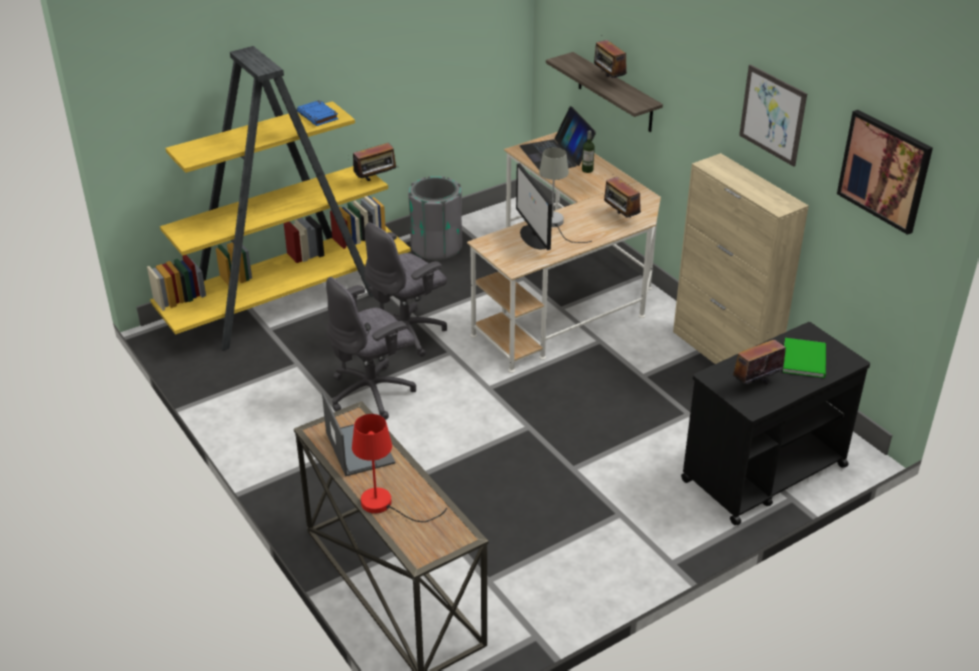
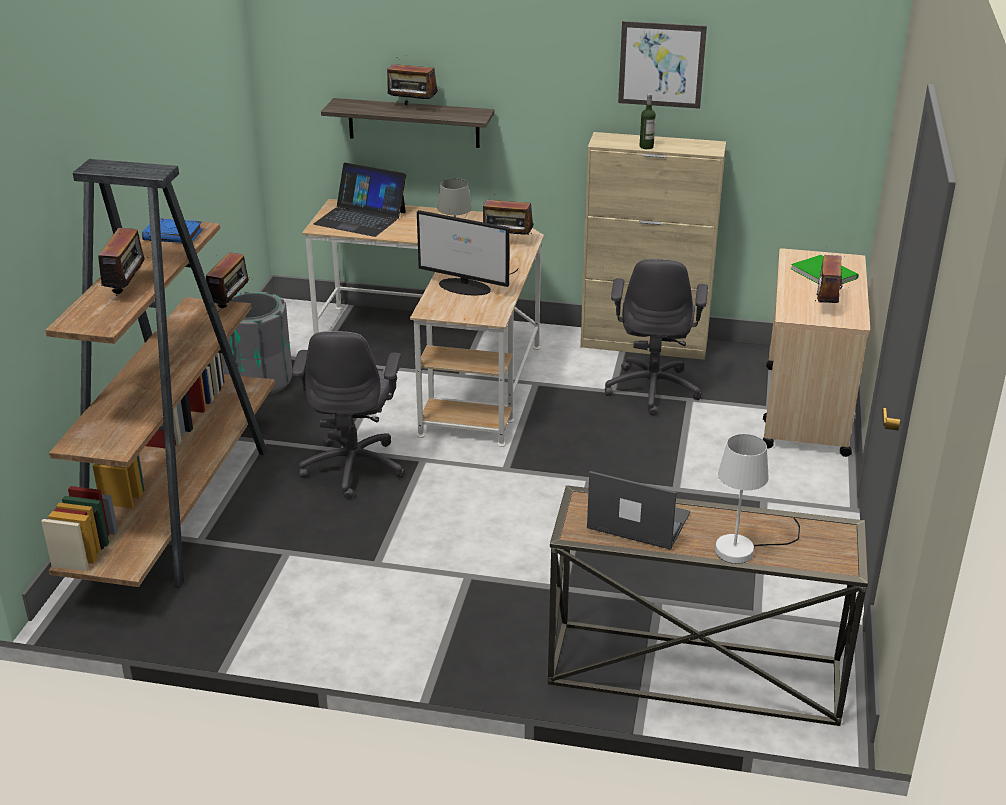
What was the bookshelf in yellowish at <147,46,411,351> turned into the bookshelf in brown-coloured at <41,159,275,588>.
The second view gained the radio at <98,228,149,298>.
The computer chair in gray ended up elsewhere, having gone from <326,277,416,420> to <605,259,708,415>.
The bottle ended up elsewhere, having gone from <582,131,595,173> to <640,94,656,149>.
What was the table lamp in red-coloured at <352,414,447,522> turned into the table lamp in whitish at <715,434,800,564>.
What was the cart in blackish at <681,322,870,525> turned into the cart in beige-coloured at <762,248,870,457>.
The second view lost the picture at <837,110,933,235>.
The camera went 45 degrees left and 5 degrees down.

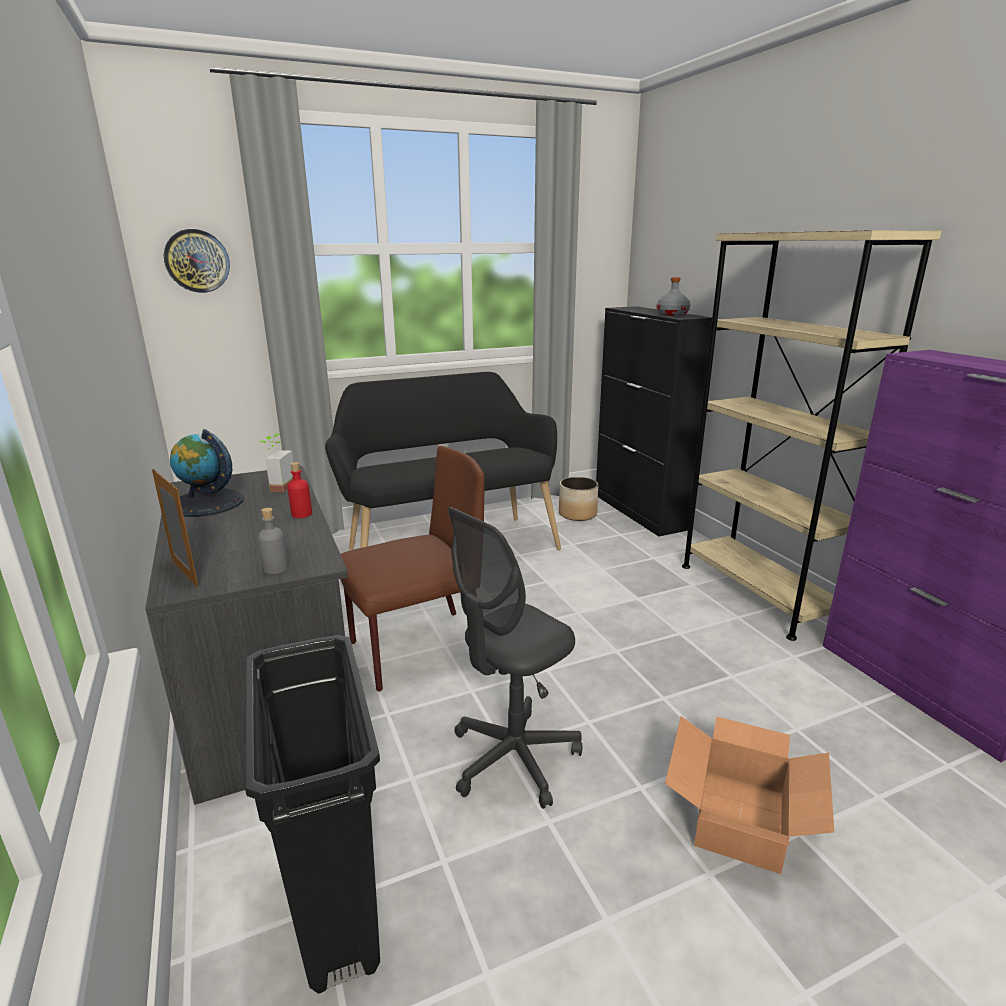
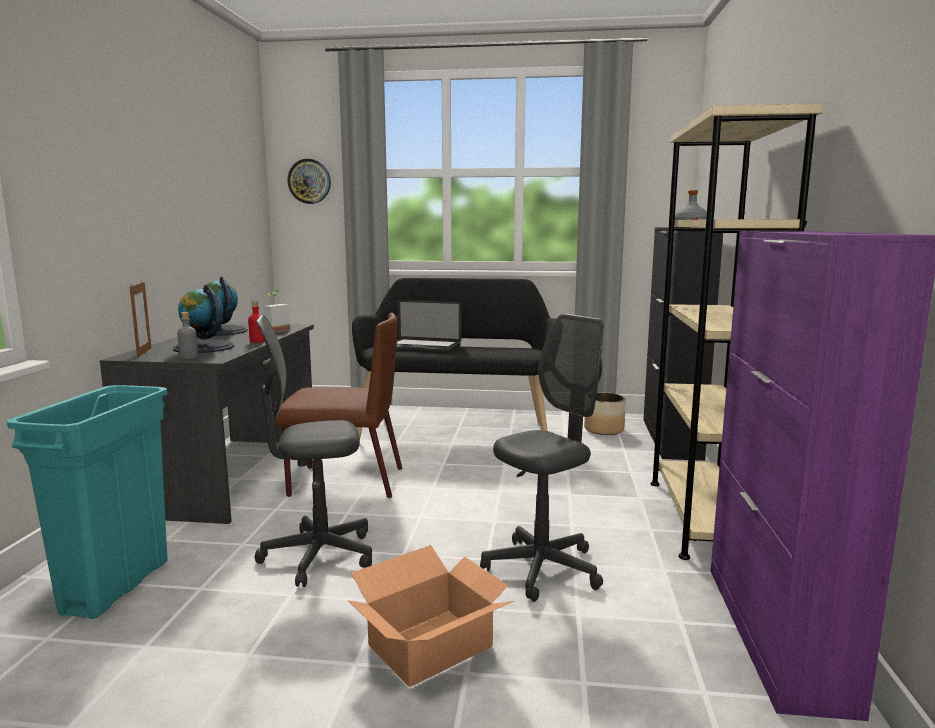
What was the rubbish bin in blackish at <245,635,380,994> turned into the rubbish bin in turquoise at <7,385,168,619>.
The second view gained the globe at <173,284,234,353>.
The second view gained the laptop at <396,300,461,353>.
The second view gained the computer chair in gray at <480,314,604,602>.
The camera went 30 degrees right and 10 degrees down.

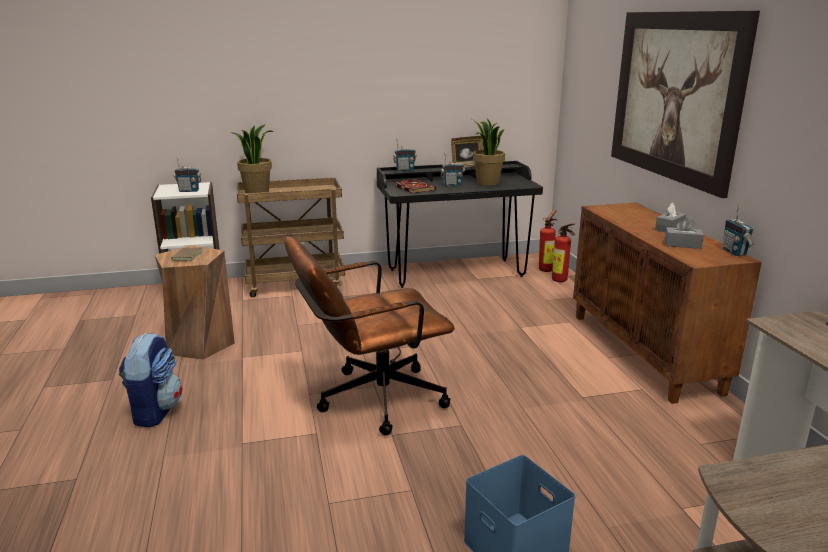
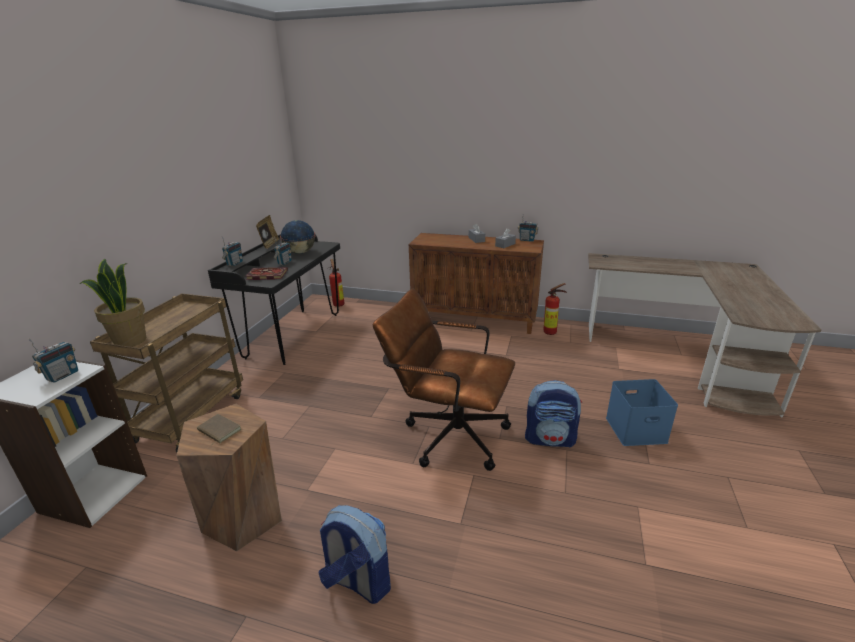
Where the houseplant stood at <472,118,505,186>, the globe came to stand at <280,220,315,254>.
The computer chair in brown-coloured at <284,236,455,435> ended up facing another way, 105 degrees clockwise from before.
The second view gained the backpack at <525,380,582,448>.
The extinguisher ended up elsewhere, having gone from <552,223,575,282> to <543,283,567,335>.
The second view lost the picture at <611,11,760,198>.
The camera went 60 degrees left and 5 degrees up.

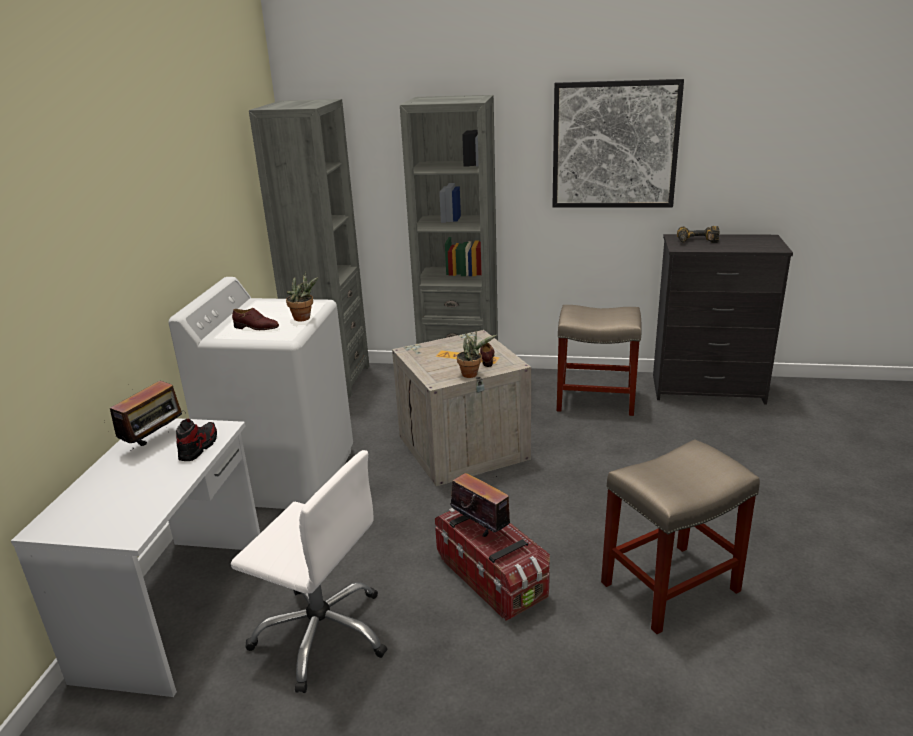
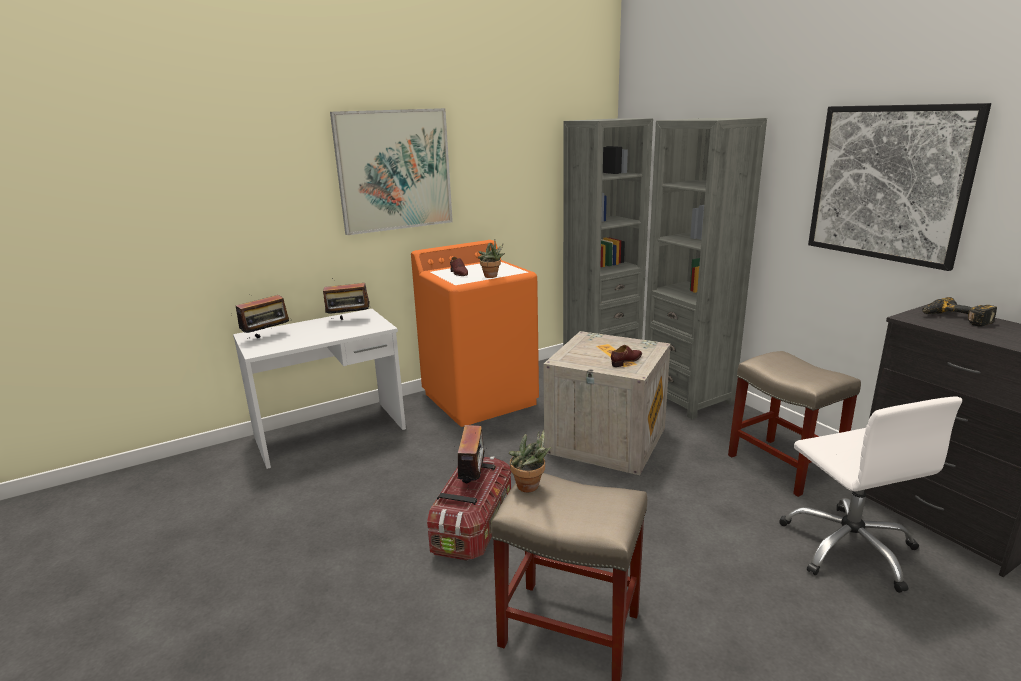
The second view gained the radio at <236,294,292,338>.
The second view gained the picture at <330,108,453,235>.
What was the washing machine in whitish at <169,277,353,509> turned into the washing machine in orange-coloured at <411,240,539,427>.
The houseplant ended up elsewhere, having gone from <457,330,497,378> to <509,430,551,492>.
The computer chair in whitish ended up elsewhere, having gone from <231,450,387,693> to <779,397,962,593>.
The second view lost the item of footwear at <176,419,217,461>.
The camera went 50 degrees right and 5 degrees down.

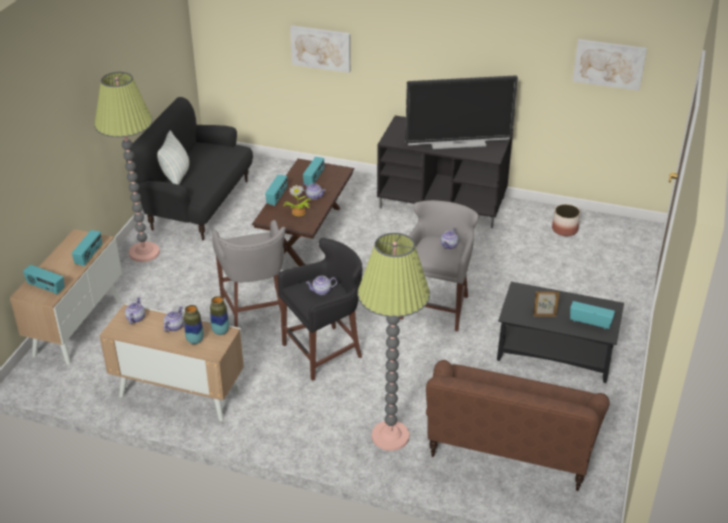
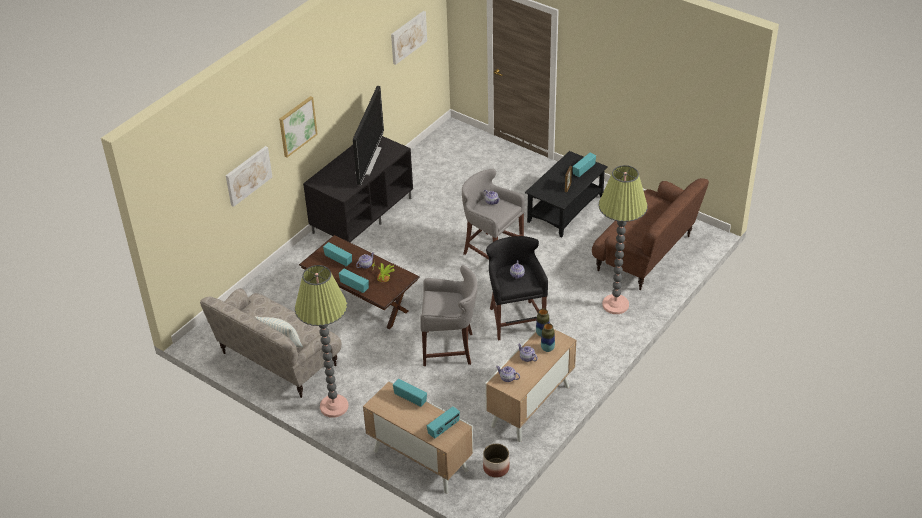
What was the sofa in blackish at <126,97,253,240> turned into the sofa in beige-coloured at <200,288,342,398>.
The second view gained the picture at <279,96,318,158>.
The planter ended up elsewhere, having gone from <552,204,581,236> to <483,443,509,477>.
The camera went 70 degrees left and 5 degrees up.

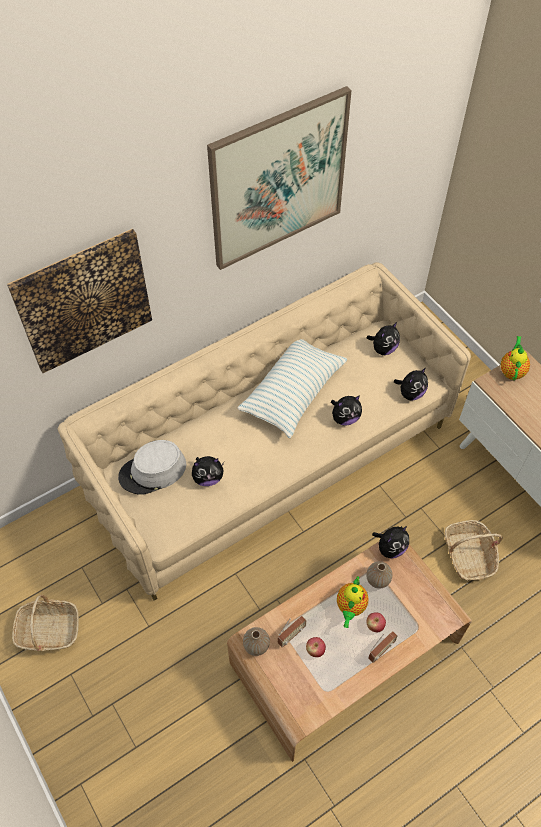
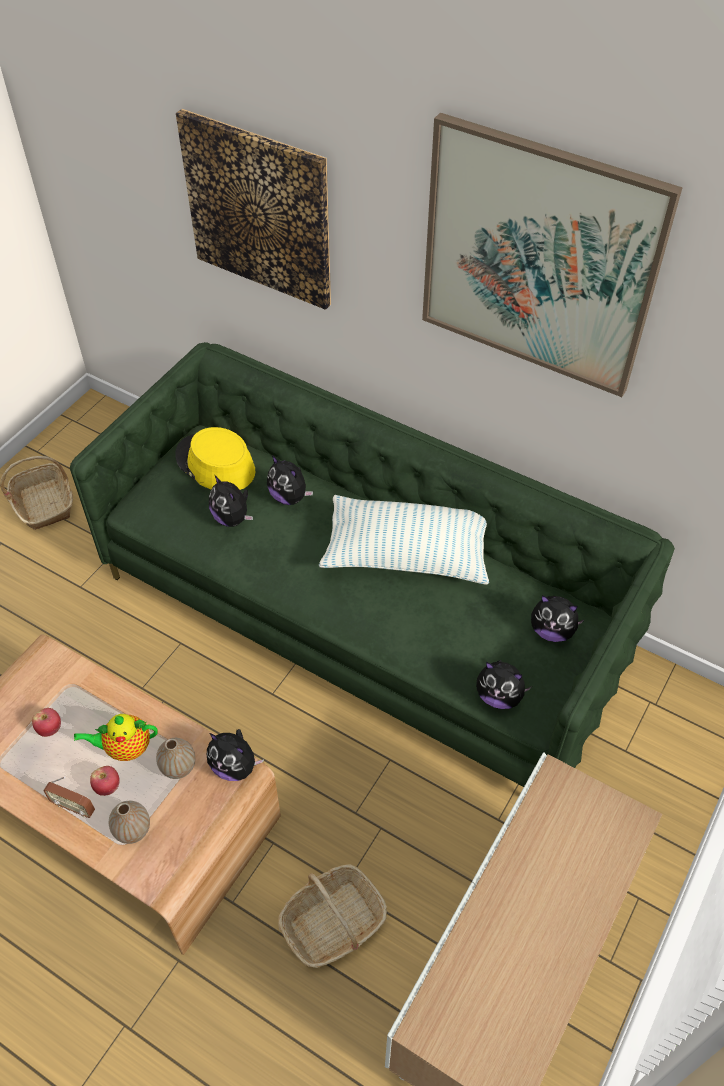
What was the sofa in beige-coloured at <57,262,471,600> turned into the sofa in greenish at <70,342,675,787>.
The decorative vase ended up elsewhere, having gone from <243,627,270,656> to <109,801,150,844>.
What was the wearable hat in gray at <118,440,186,495> turned into the wearable hat in yellowish at <175,427,255,490>.
The soft toy ended up elsewhere, having gone from <331,396,362,426> to <267,455,313,505>.
The second view lost the radio at <278,616,306,647>.
The second view lost the pot for tea at <501,336,530,381>.
The camera went 65 degrees right and 5 degrees down.

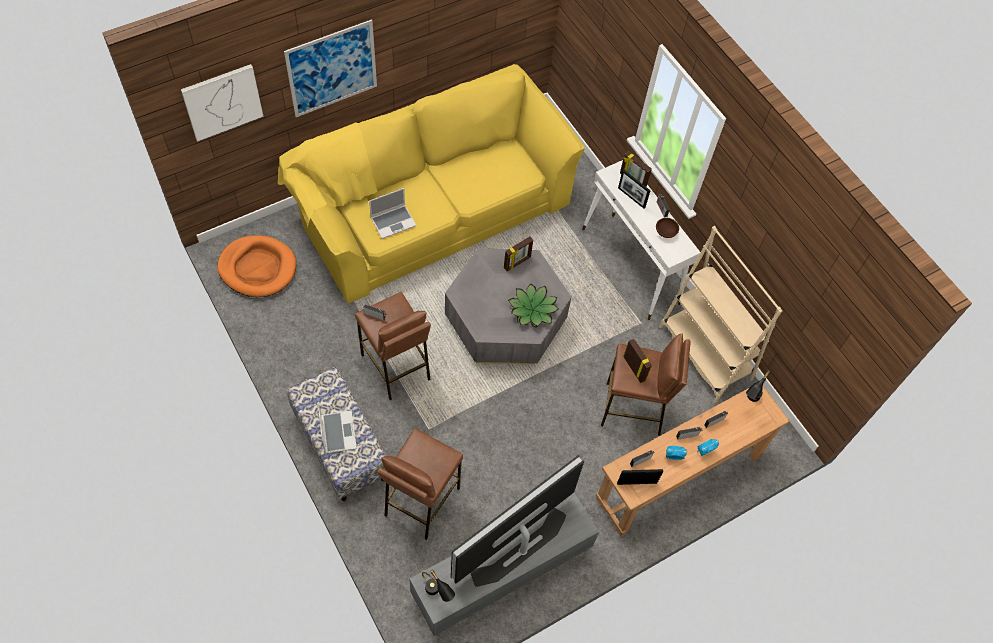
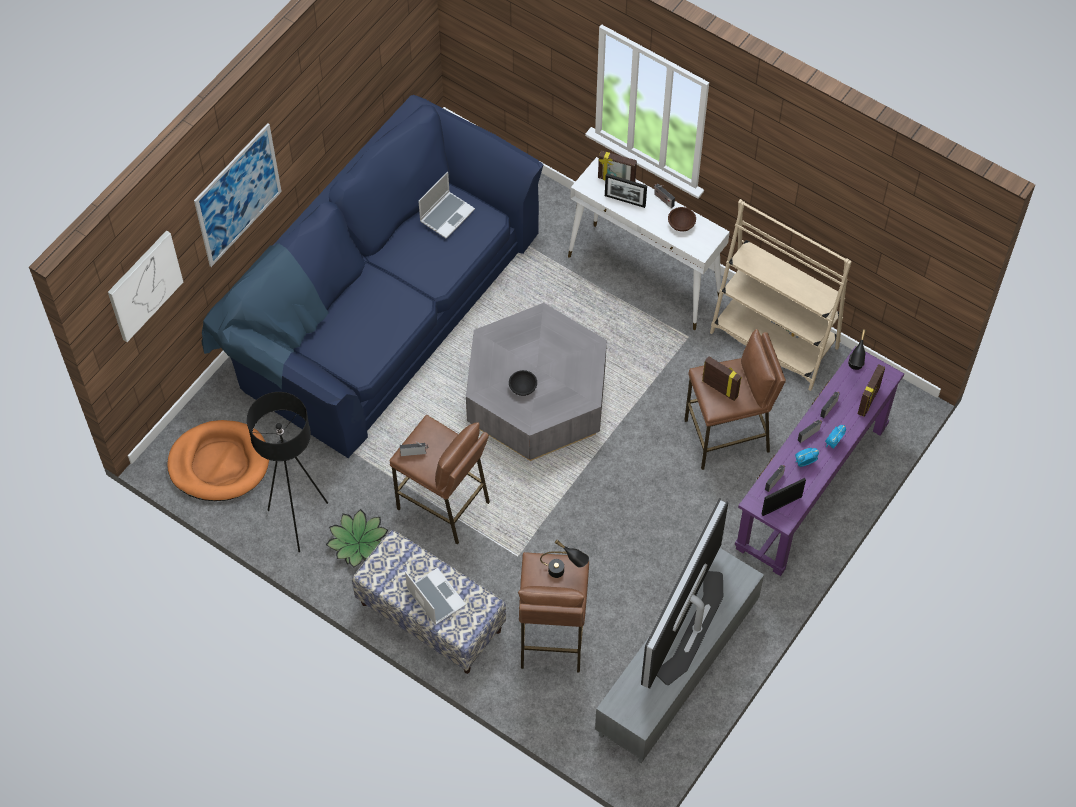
What was the sofa in yellowish at <278,64,585,303> turned into the sofa in blue-coloured at <201,95,544,458>.
The second view gained the standard lamp in blackish at <247,392,328,552>.
The houseplant ended up elsewhere, having gone from <508,284,559,328> to <326,509,388,568>.
The laptop ended up elsewhere, having gone from <369,188,416,239> to <418,172,475,239>.
The second view gained the bowl in blackish at <509,370,537,396>.
The table lamp in blackish ended up elsewhere, having gone from <422,570,455,602> to <540,540,589,578>.
What was the console table in brown-coloured at <596,386,790,536> turned into the console table in purplish at <735,346,904,576>.
The picture frame ended up elsewhere, having gone from <504,237,533,271> to <858,364,885,417>.
The camera went 20 degrees left and 0 degrees up.

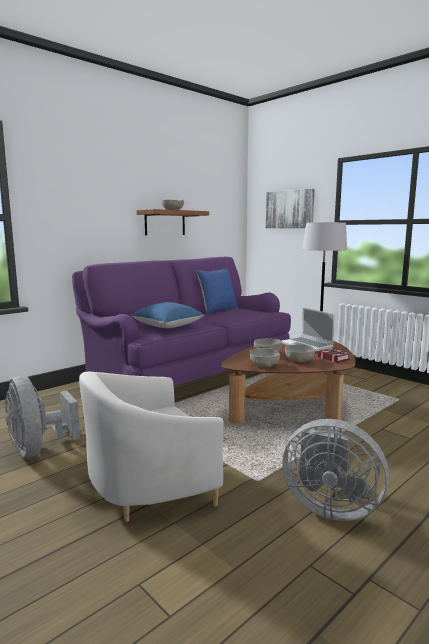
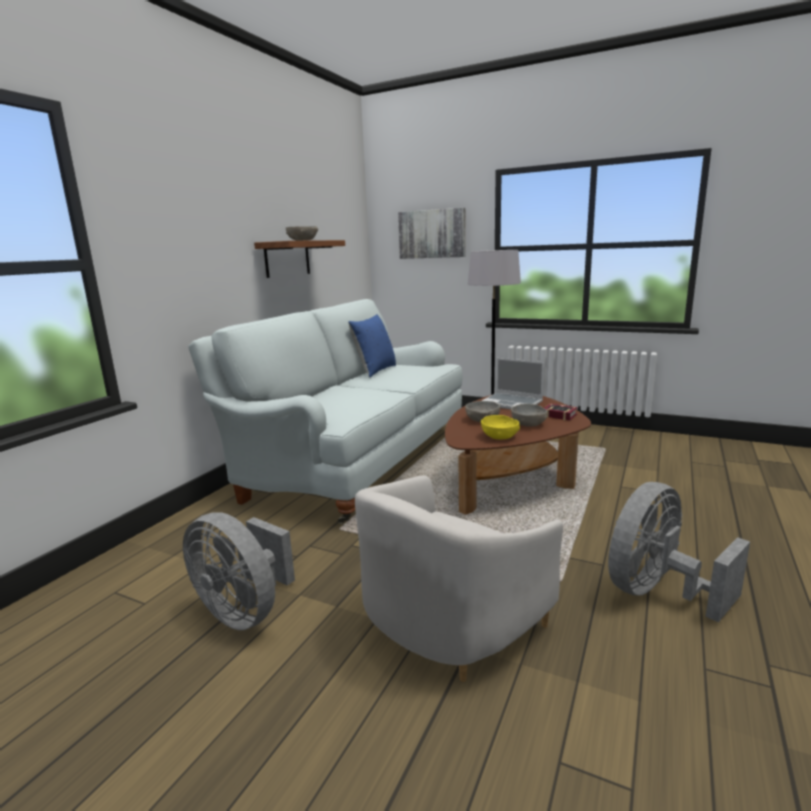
What was the sofa in purplish at <72,257,291,386> turned into the sofa in whitish at <188,299,463,524>.
What was the bowl in gray at <250,348,280,367> turned into the bowl in yellowish at <481,415,520,440>.
The electric fan in gray at <282,419,389,521> ended up facing another way, 135 degrees clockwise from before.
The second view lost the throw pillow in blue-coloured at <130,302,205,328>.
The camera went 20 degrees left and 5 degrees up.

